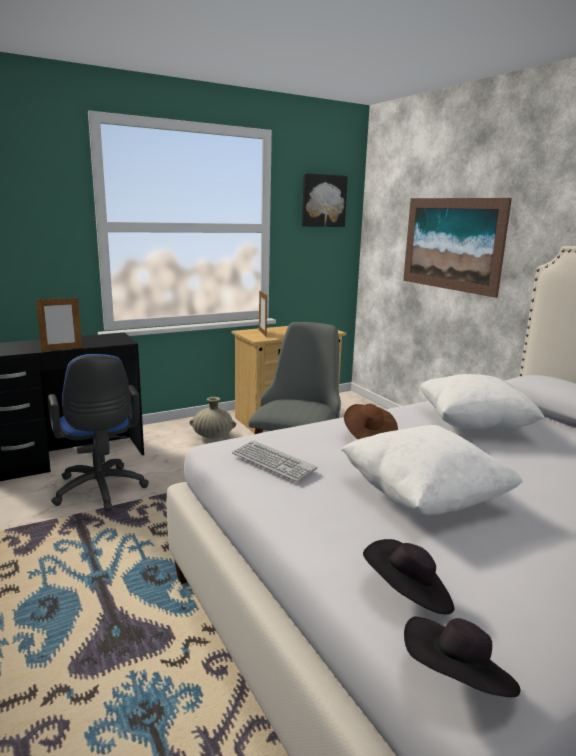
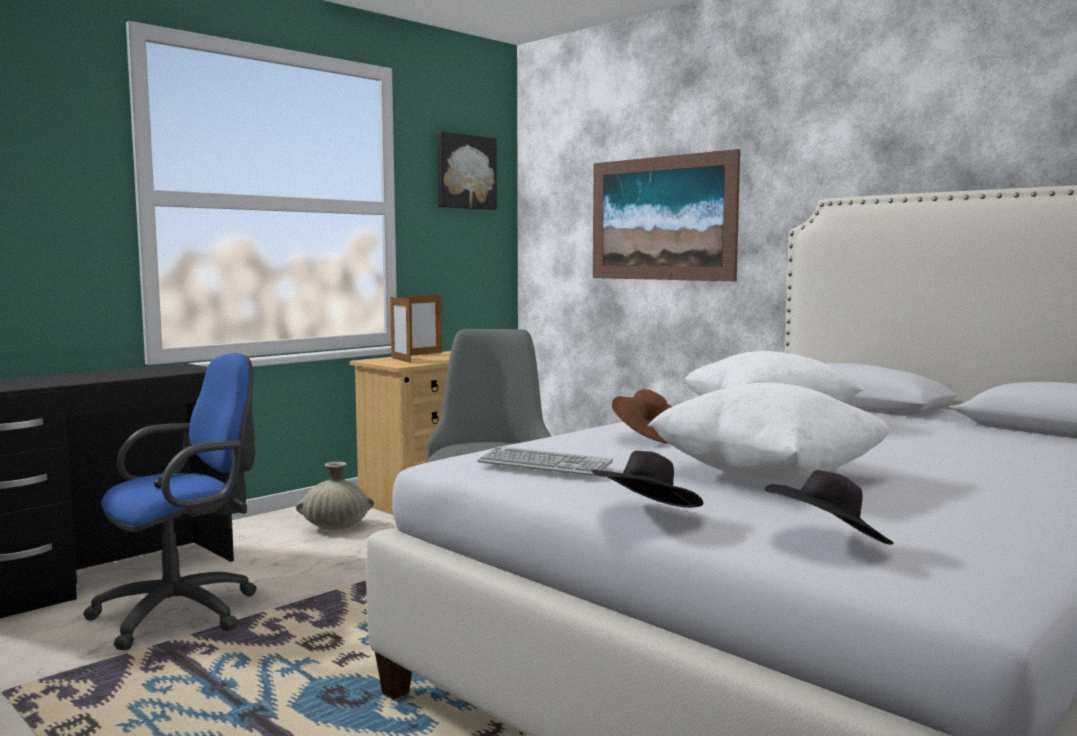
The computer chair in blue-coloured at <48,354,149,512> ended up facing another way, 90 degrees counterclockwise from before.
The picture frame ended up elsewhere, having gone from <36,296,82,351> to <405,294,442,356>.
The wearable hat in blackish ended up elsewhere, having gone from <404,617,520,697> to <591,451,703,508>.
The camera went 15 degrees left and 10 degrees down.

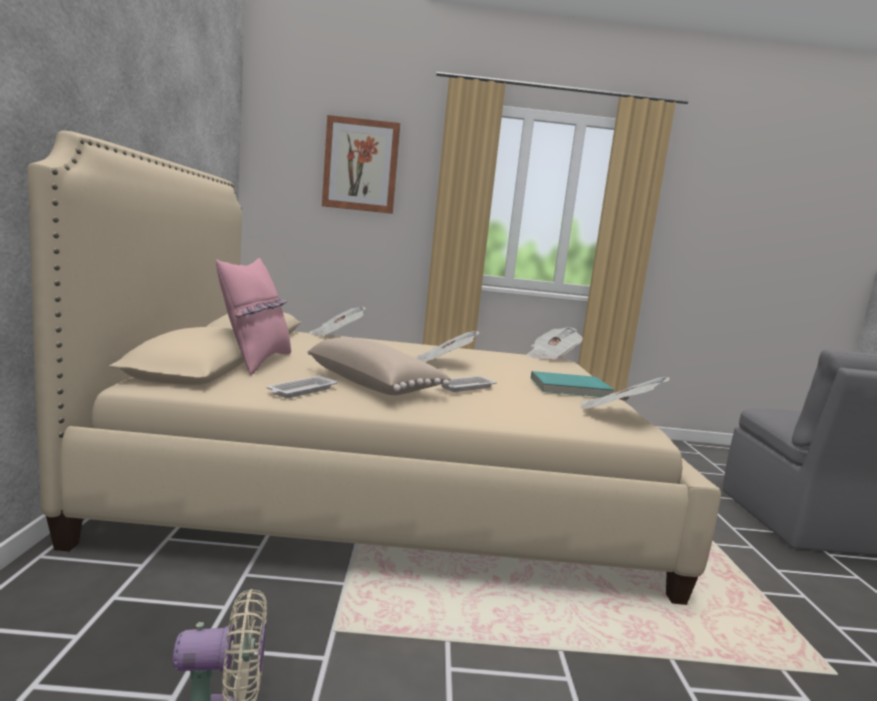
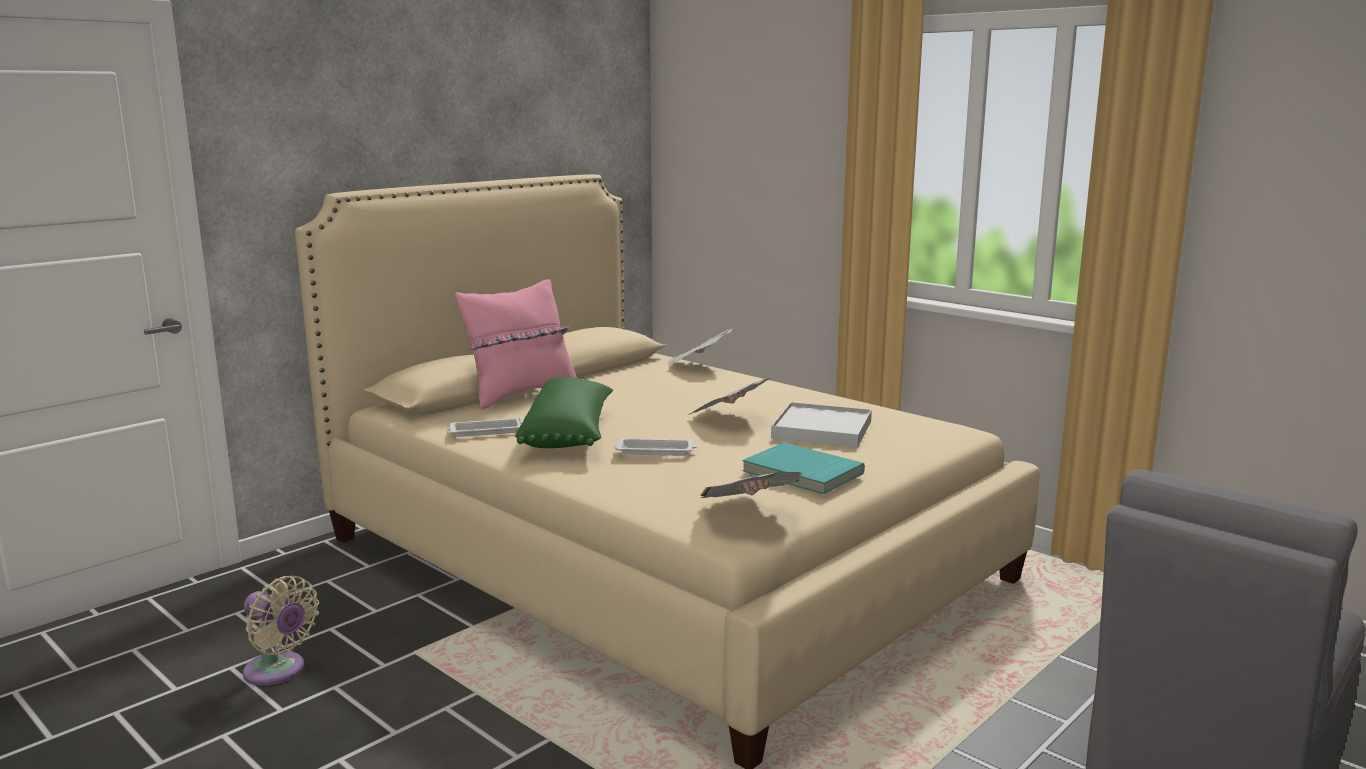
What was the throw pillow in beige-coloured at <307,337,451,395> turned into the throw pillow in greenish at <515,377,613,448>.
The second view gained the serving tray in whitish at <771,402,872,448>.
The second view lost the picture at <322,115,400,214>.
The second view lost the daily paper at <527,327,583,359>.
The camera went 45 degrees right and 5 degrees up.

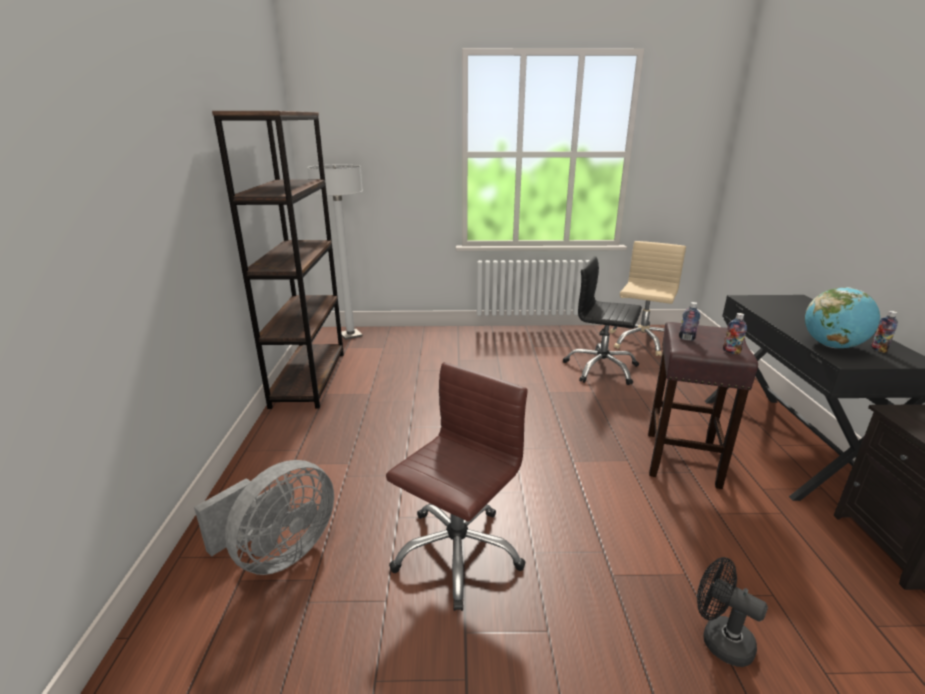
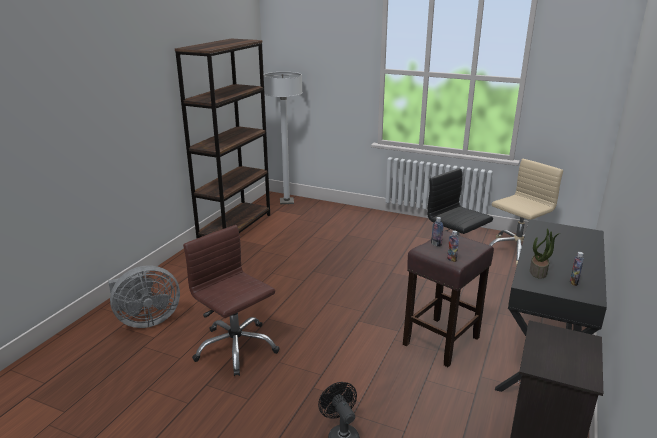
The computer chair in brown-coloured at <386,362,528,611> ended up facing another way, 105 degrees counterclockwise from before.
Where the globe stood at <805,287,880,348>, the houseplant came to stand at <530,228,560,279>.
The camera went 25 degrees right and 0 degrees up.

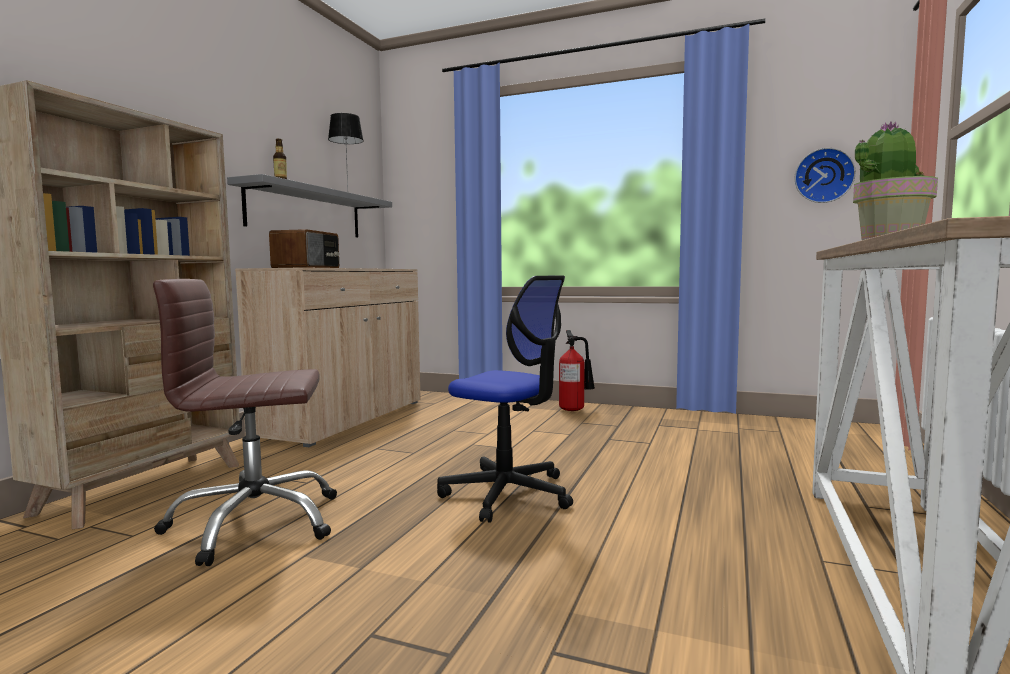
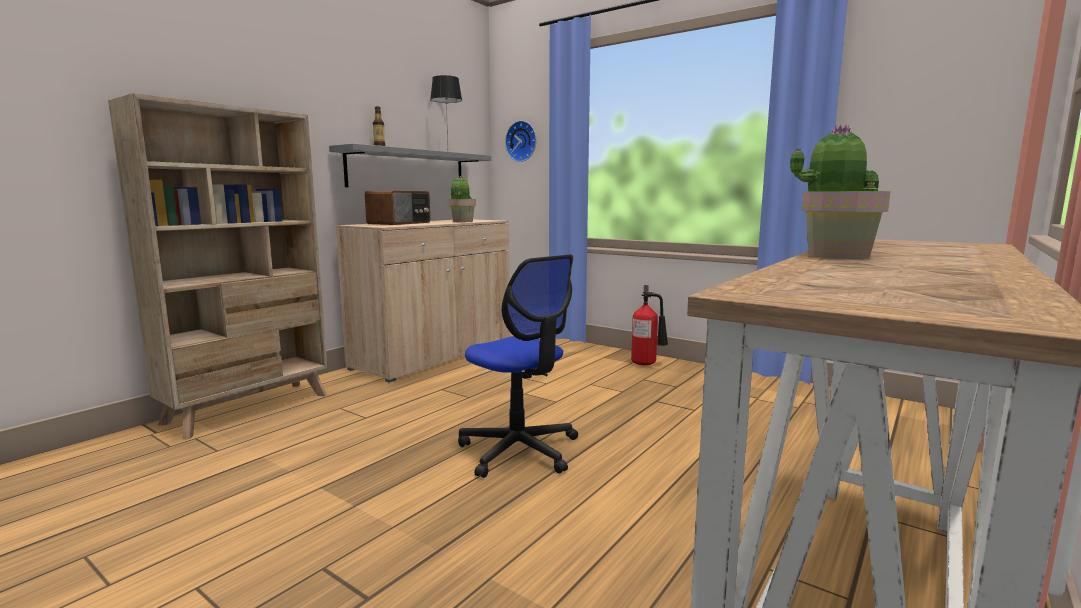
The second view gained the houseplant at <449,176,476,222>.
The wall clock ended up elsewhere, having gone from <795,148,856,203> to <505,120,536,162>.
The second view lost the computer chair in brown-coloured at <153,279,337,566>.
The camera went 15 degrees right and 5 degrees up.

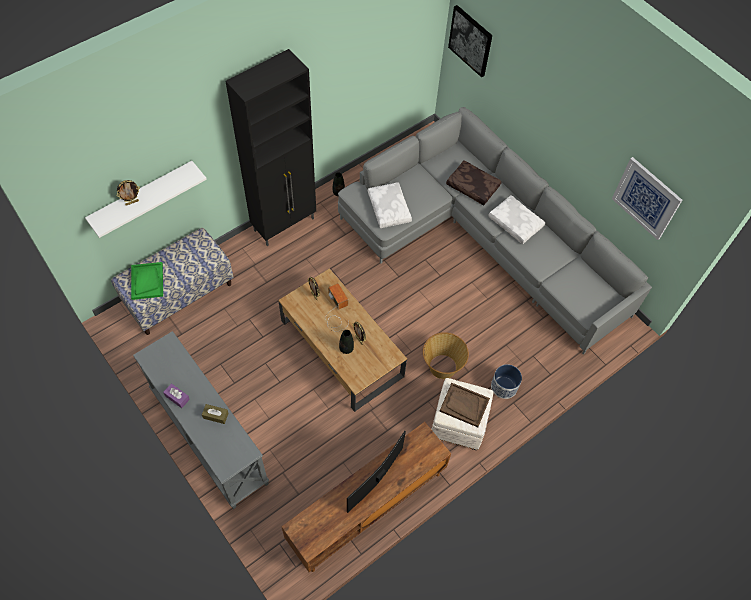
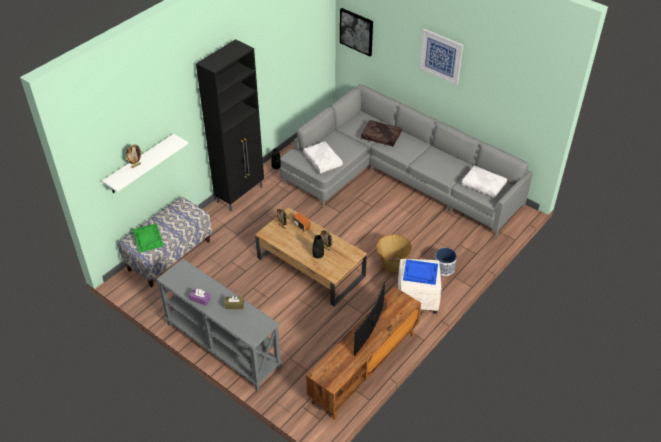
What was the serving tray in brown-coloured at <439,383,490,427> turned into the serving tray in blue-coloured at <403,259,438,285>.
The picture ended up elsewhere, having gone from <612,157,682,240> to <419,29,463,85>.
The throw pillow in whitish ended up elsewhere, having gone from <488,195,545,244> to <462,166,507,198>.
The camera went 10 degrees left and 15 degrees down.

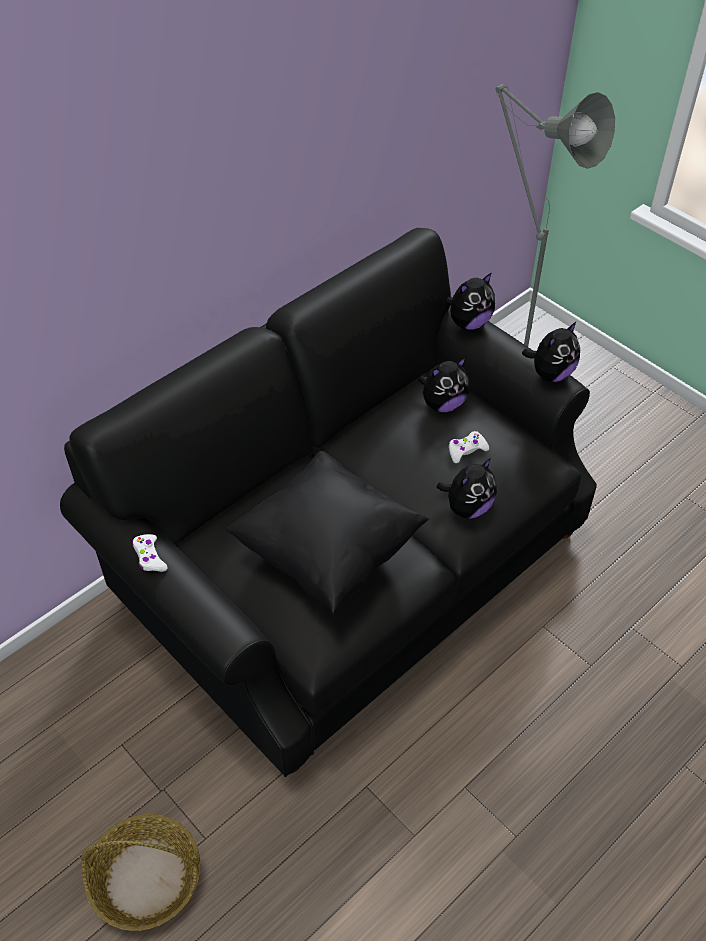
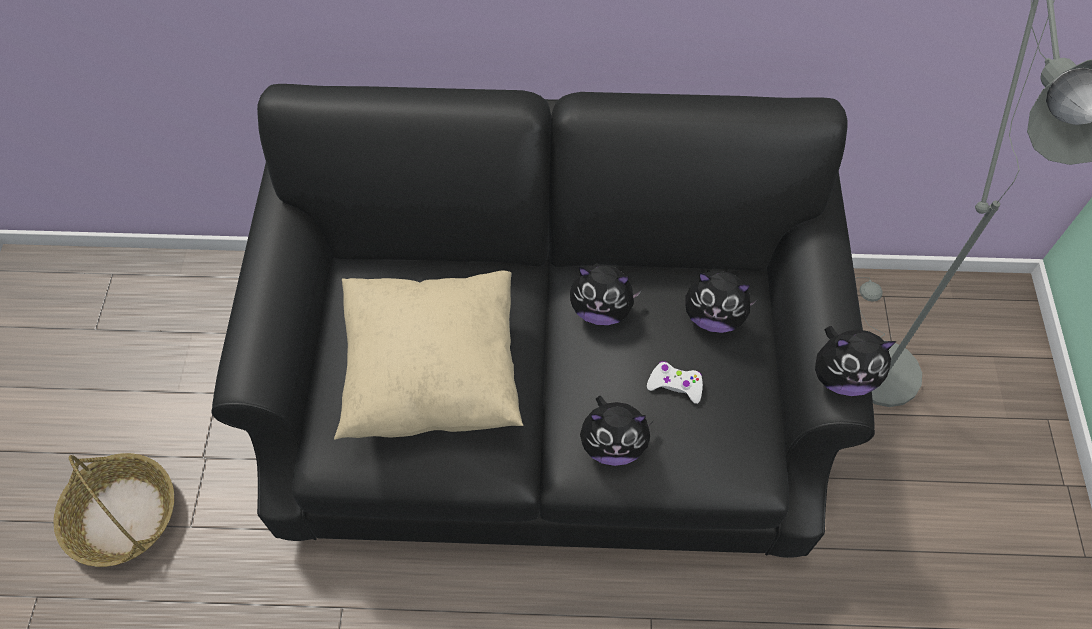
What was the throw pillow in blackish at <226,451,429,614> turned into the throw pillow in beige-coloured at <334,270,523,440>.
The soft toy ended up elsewhere, having gone from <447,272,495,330> to <570,263,642,325>.
The second view lost the joypad in whitish at <132,534,167,572>.
The camera went 45 degrees right and 10 degrees up.

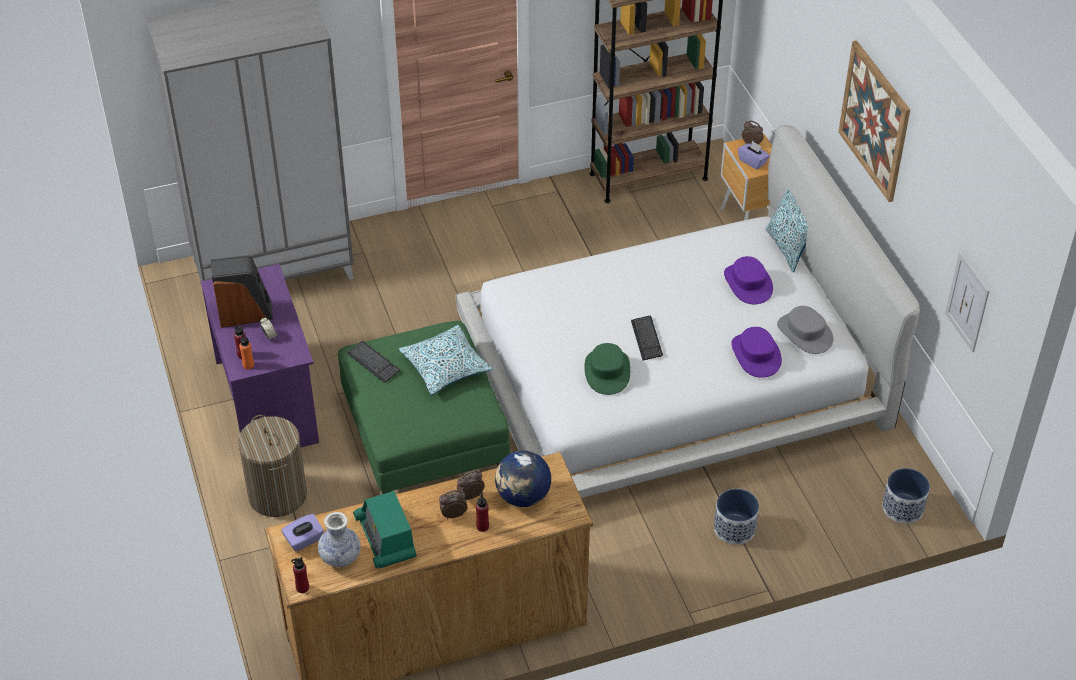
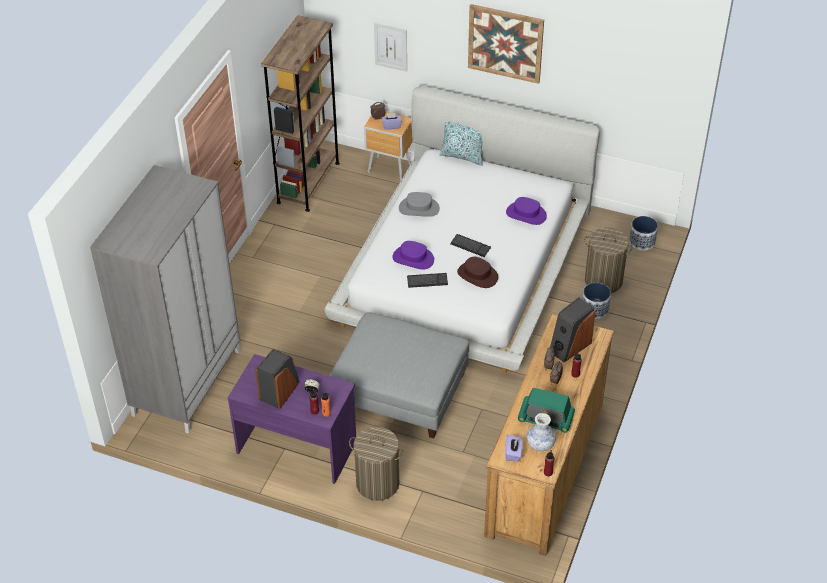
What was the footrest in greenish at <338,321,510,494> turned into the footrest in gray at <330,312,469,439>.
The picture ended up elsewhere, having gone from <945,252,989,352> to <374,22,407,72>.
The wearable hat in purplish ended up elsewhere, having gone from <724,256,773,304> to <392,241,434,269>.
The wearable hat in gray ended up elsewhere, having gone from <777,306,833,354> to <399,192,440,217>.
The keyboard ended up elsewhere, having gone from <347,341,400,383> to <407,273,448,288>.
What was the wearable hat in greenish at <584,343,630,395> turned into the wearable hat in brown-coloured at <457,257,498,288>.
Where the globe stood at <495,450,551,507>, the audio speaker came to stand at <550,297,595,362>.
The second view gained the laundry basket at <584,227,633,293>.
The second view lost the throw pillow at <398,325,493,395>.
The camera went 50 degrees left and 0 degrees up.

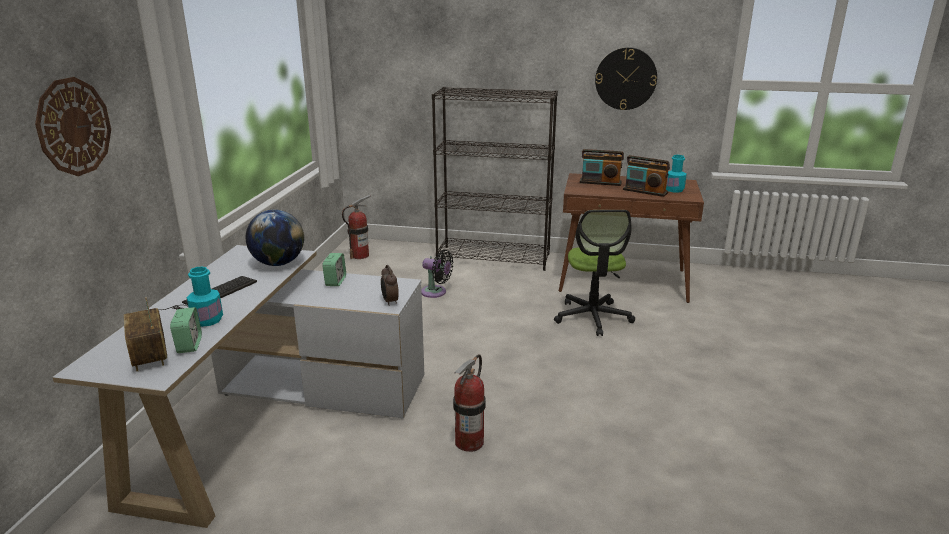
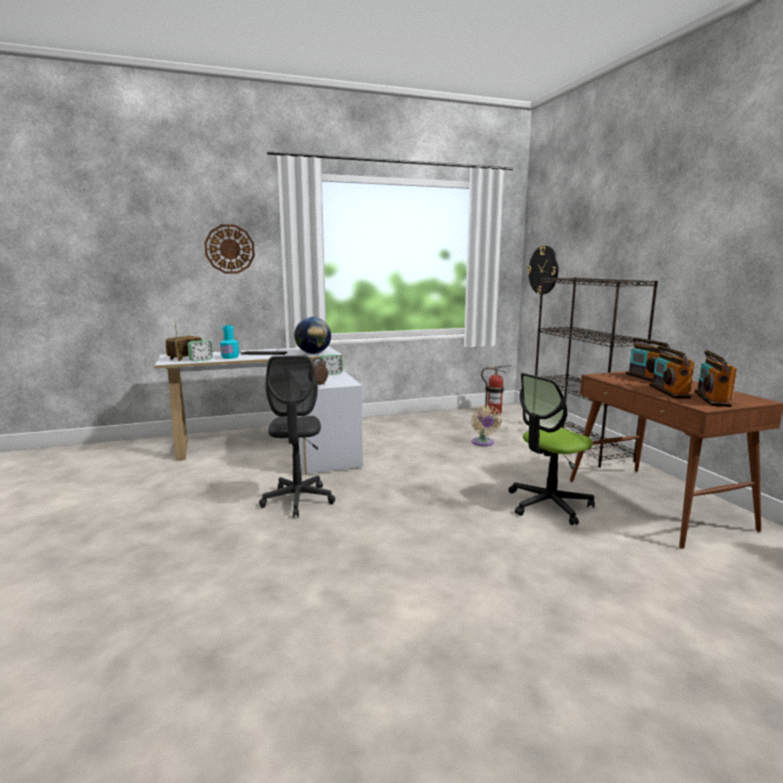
Where the extinguisher stood at <453,354,486,452>, the computer chair in gray came to stand at <259,355,335,518>.
What was the electric fan in blackish at <421,250,453,298> turned into the electric fan in beige-coloured at <471,405,502,446>.
The wall clock ended up elsewhere, having gone from <595,47,657,110> to <527,246,559,295>.
Where the bottle in turquoise stood at <666,155,687,193>, the radio came to stand at <694,350,737,407>.
The camera went 60 degrees right and 10 degrees down.

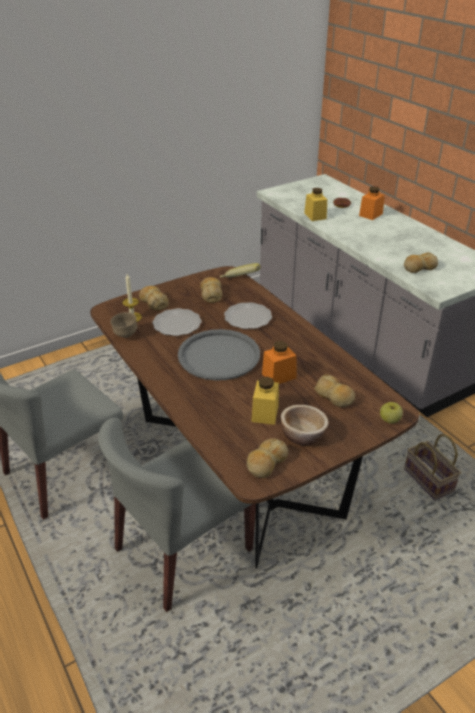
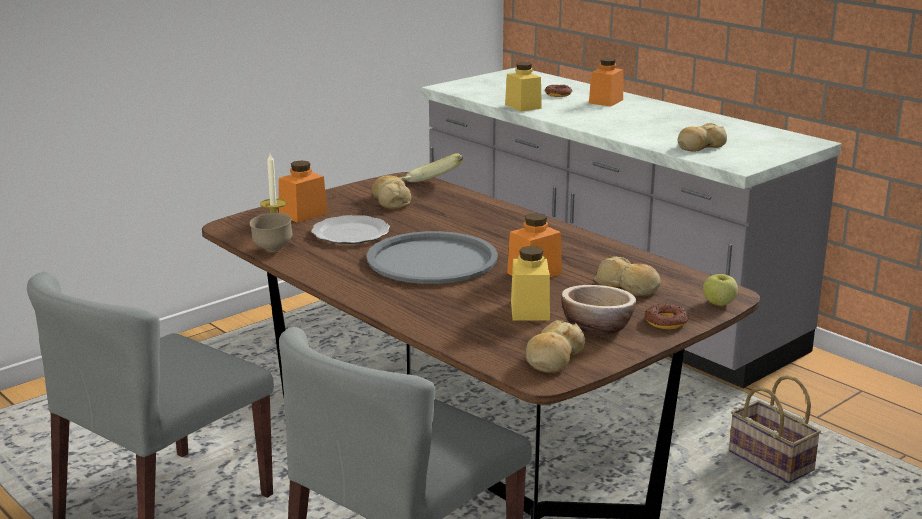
Where the baked bread stood at <139,286,169,311>, the preserve jar in orange-coloured came to stand at <279,161,327,223>.
The second view gained the donut at <644,304,689,329>.
The second view lost the flat dish at <224,302,272,329>.
The camera went 10 degrees left and 15 degrees down.

